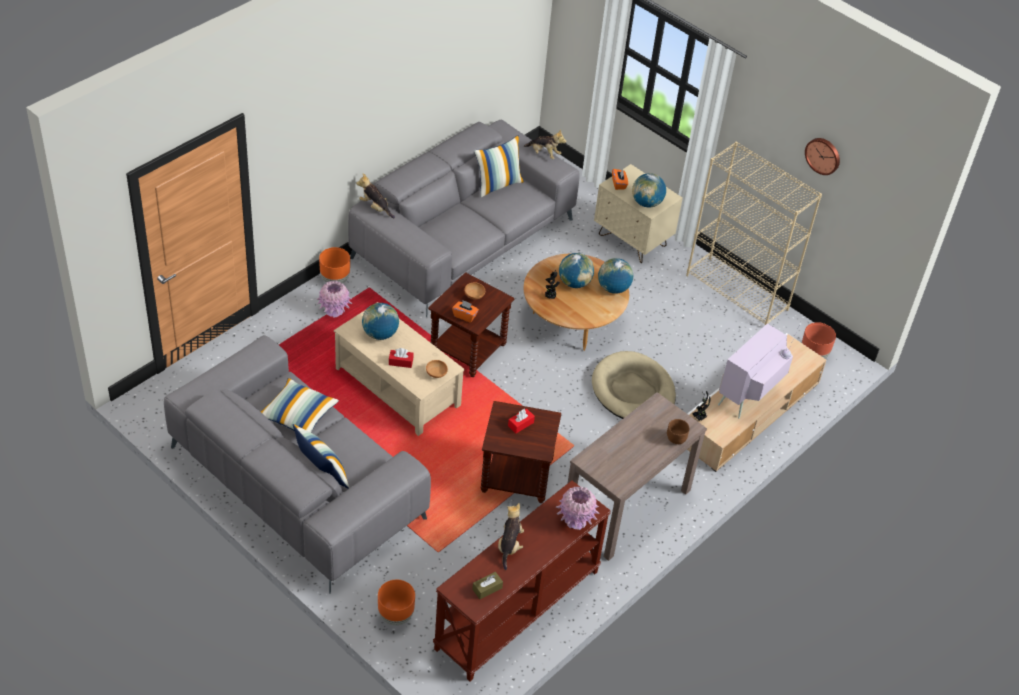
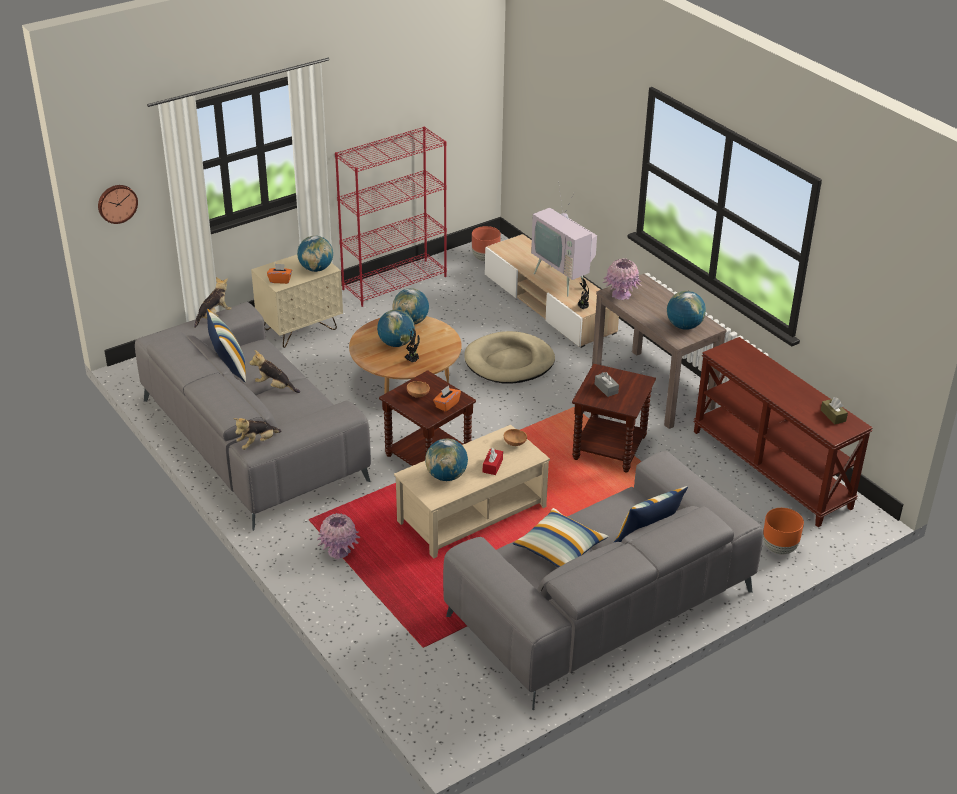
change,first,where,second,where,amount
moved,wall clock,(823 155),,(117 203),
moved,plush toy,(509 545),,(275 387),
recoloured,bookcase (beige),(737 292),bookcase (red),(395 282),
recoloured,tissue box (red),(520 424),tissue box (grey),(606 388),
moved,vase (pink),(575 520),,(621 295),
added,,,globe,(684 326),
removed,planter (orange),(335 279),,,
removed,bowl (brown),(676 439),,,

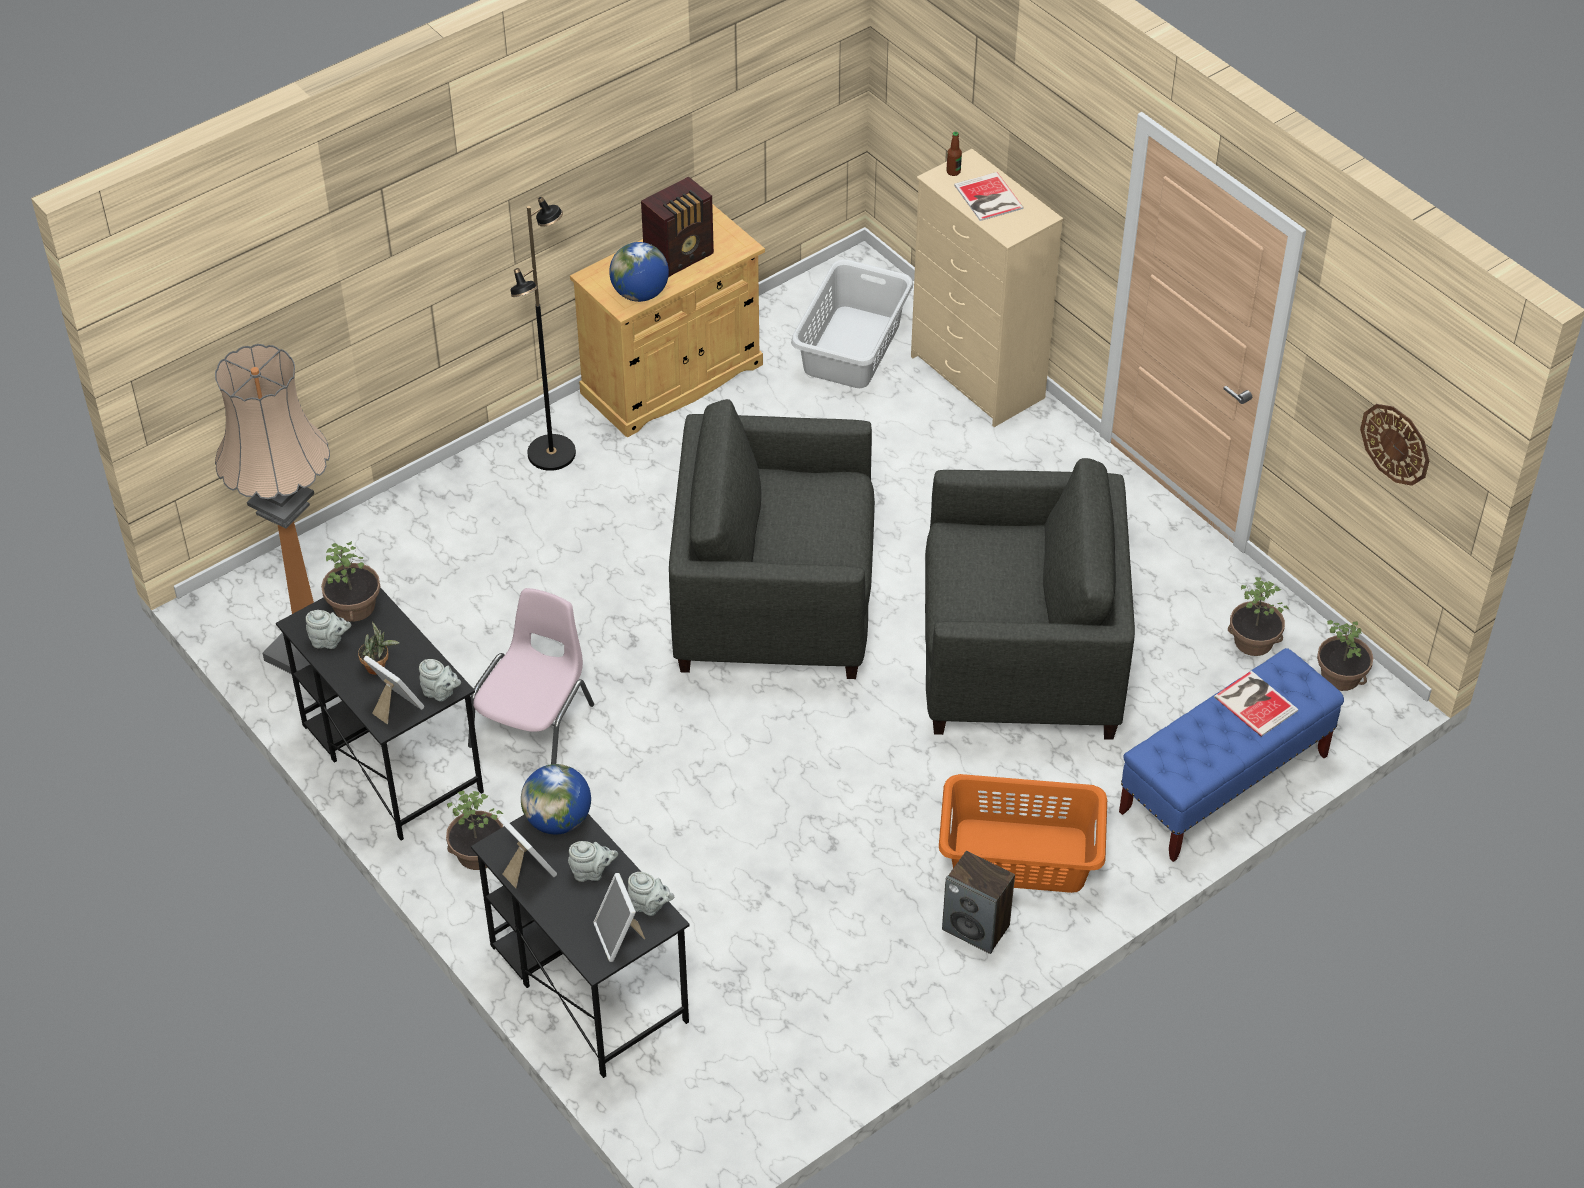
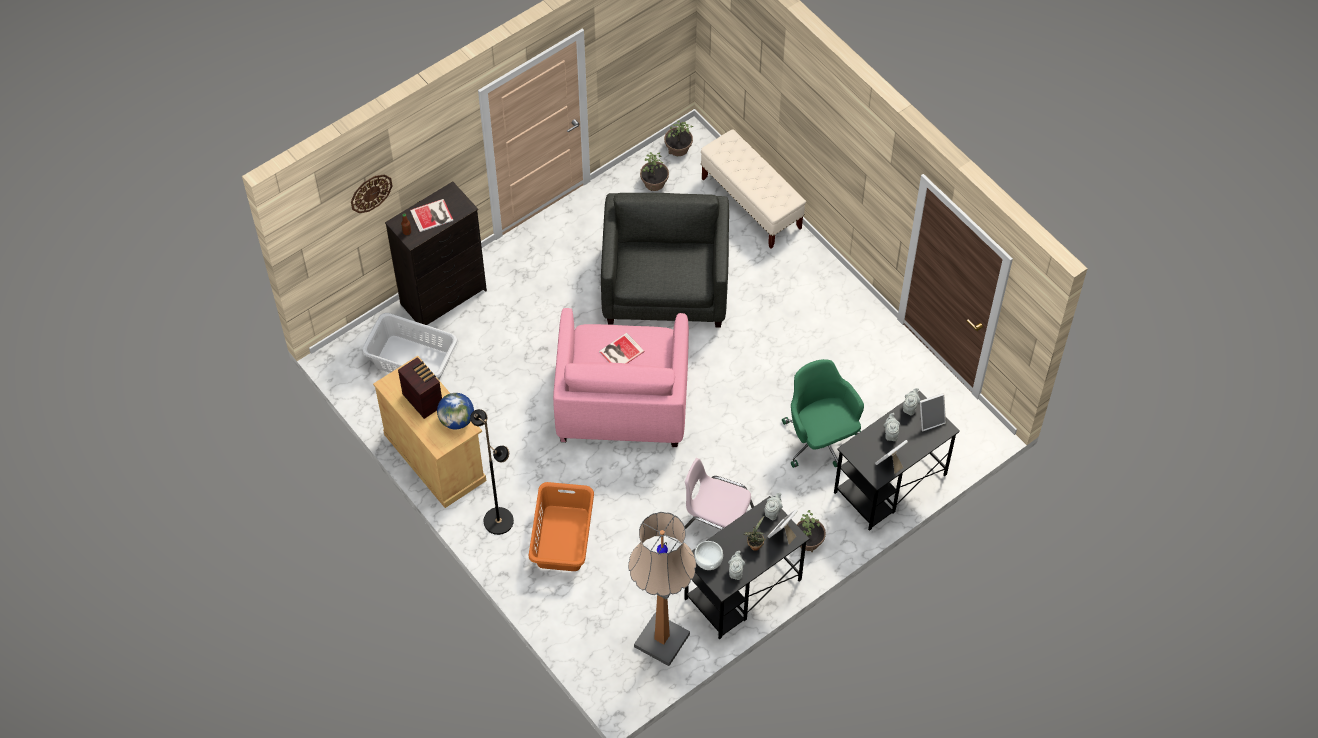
change,first,where,second,where,amount
moved,wall clock,(1395 443),,(371 193),
recoloured,dresser (beige),(977 378),dresser (black),(444 297),
moved,laundry basket (orange),(1019 855),,(562 538),
recoloured,armchair (grey),(775 599),armchair (pink),(622 401),
moved,book,(1255 702),,(620 351),
replaced,potted plant,(355 606),bowl (white),(708 561),
recoloured,bench (blue),(1223 784),bench (beige),(751 204),
added,,,office chair (green),(820 440),
removed,globe,(558 820),,,
removed,speaker,(976 928),,,

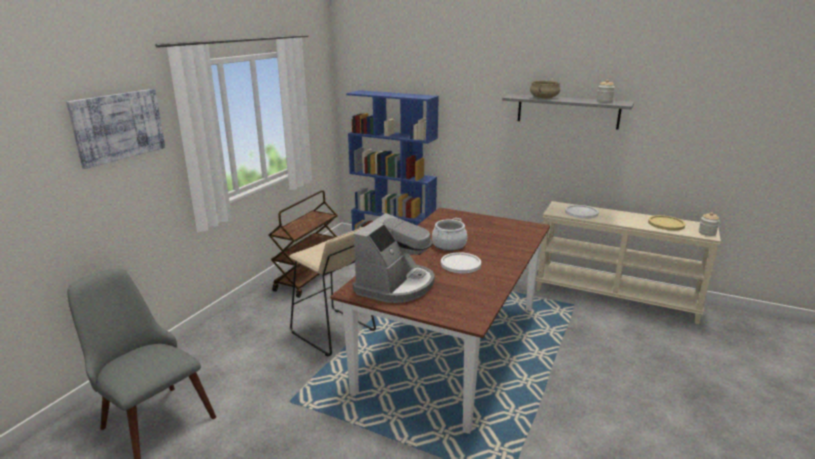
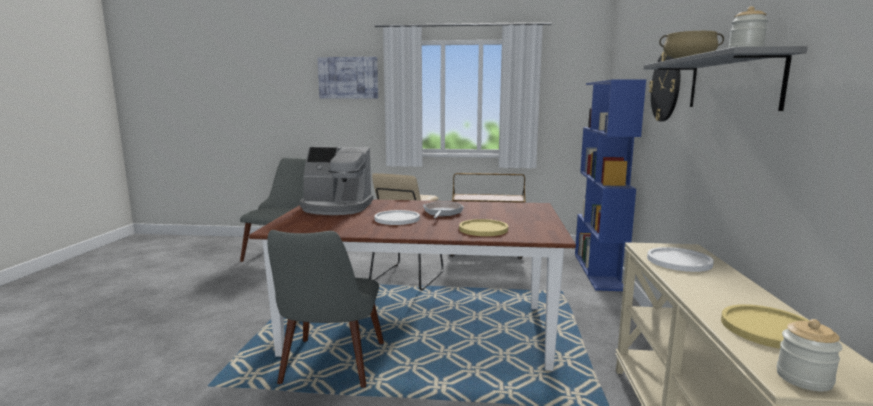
change,first,where,second,where,amount
added,,,chair (grey),(329 370),
replaced,cooking pot,(449 245),frying pan,(442 213),
added,,,plate (yellow),(483 229),
added,,,wall clock,(666 86),

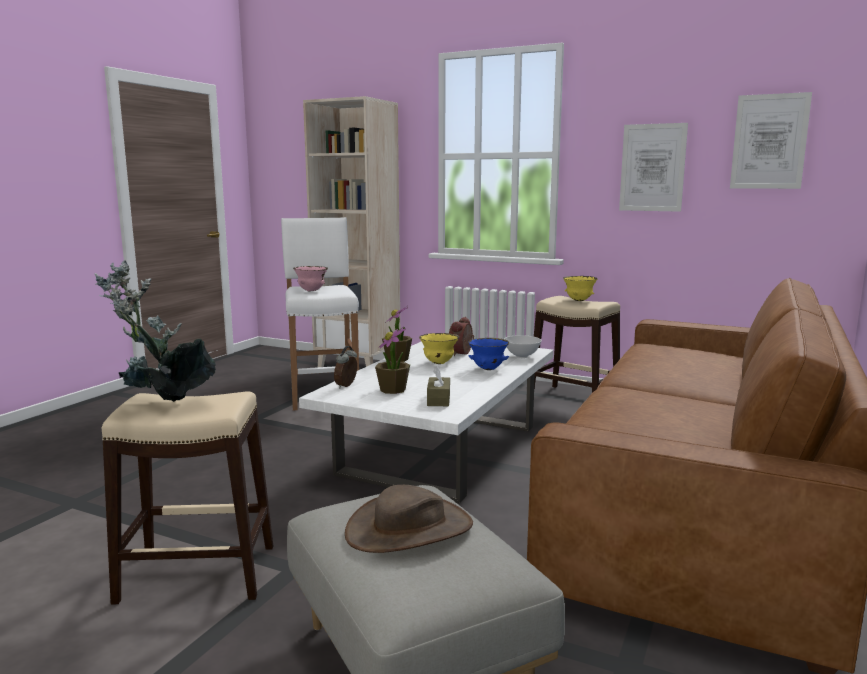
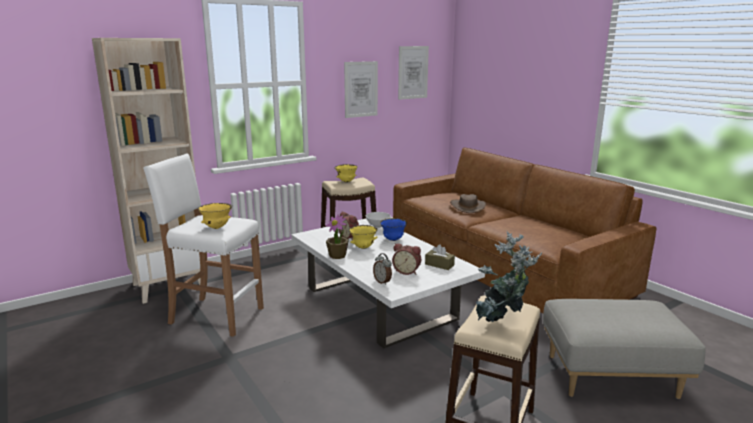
change,first,where,second,where,amount
recoloured,bowl (pink),(311 291),bowl (yellow),(217 227),
replaced,potted plant,(393 390),alarm clock,(407 271),
moved,hat (brown),(409 529),,(468 206),

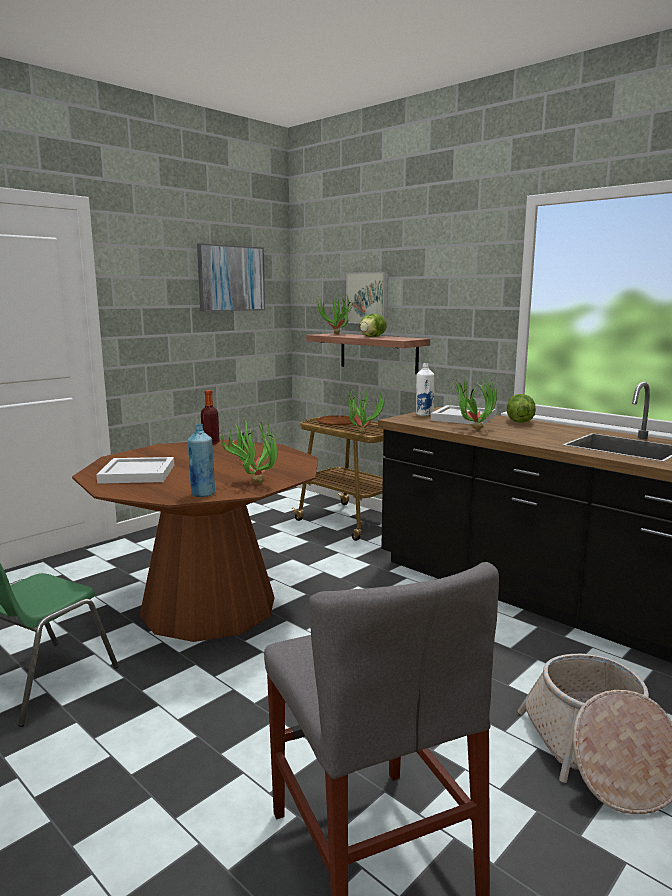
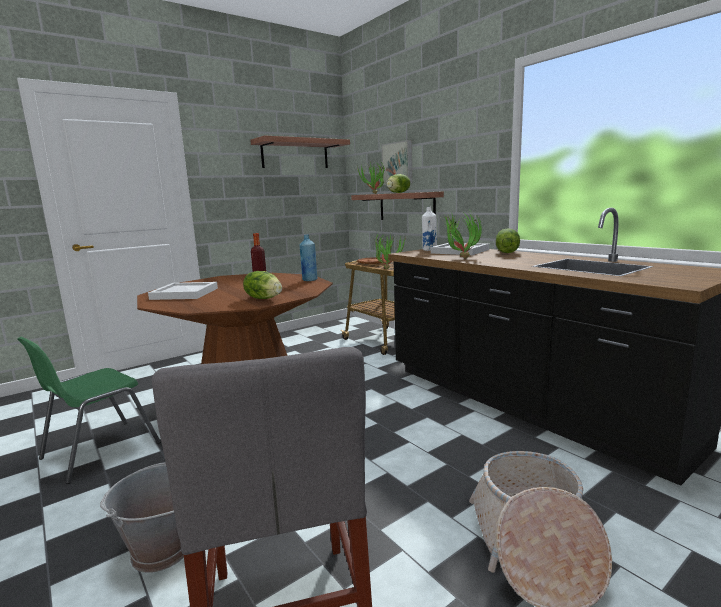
change,first,where,second,where,amount
added,,,bucket (grey),(161 550),
replaced,potted plant,(252 482),lettuce,(264 298),
replaced,picture,(231 278),shelf,(295 154),
moved,bottle (blue),(203 494),,(309 280),

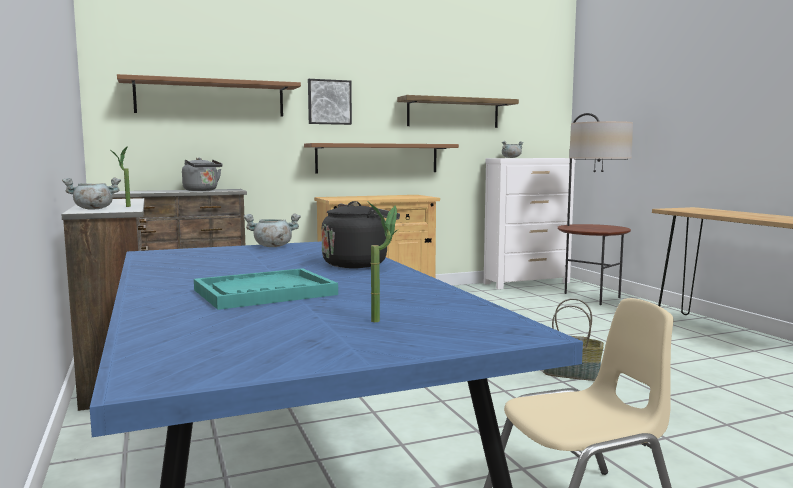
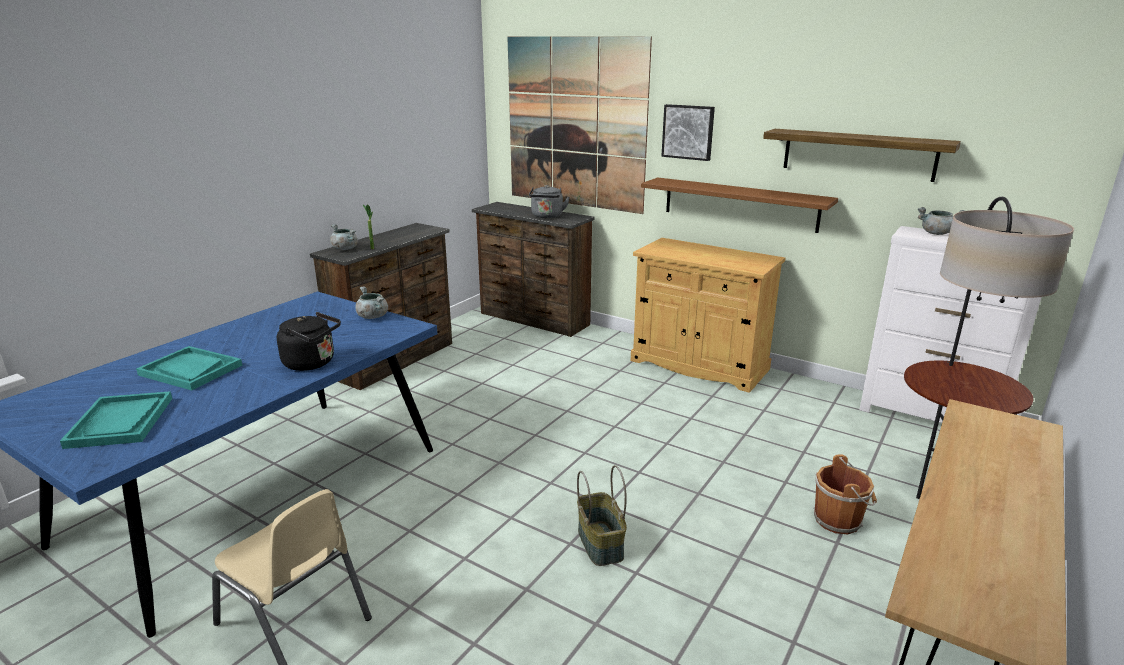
change,first,where,second,where,amount
replaced,potted plant,(383 319),tray (turquoise),(121 422),
replaced,shelf (brown),(211 98),picture,(575 123),
added,,,bucket (brown),(839 520),

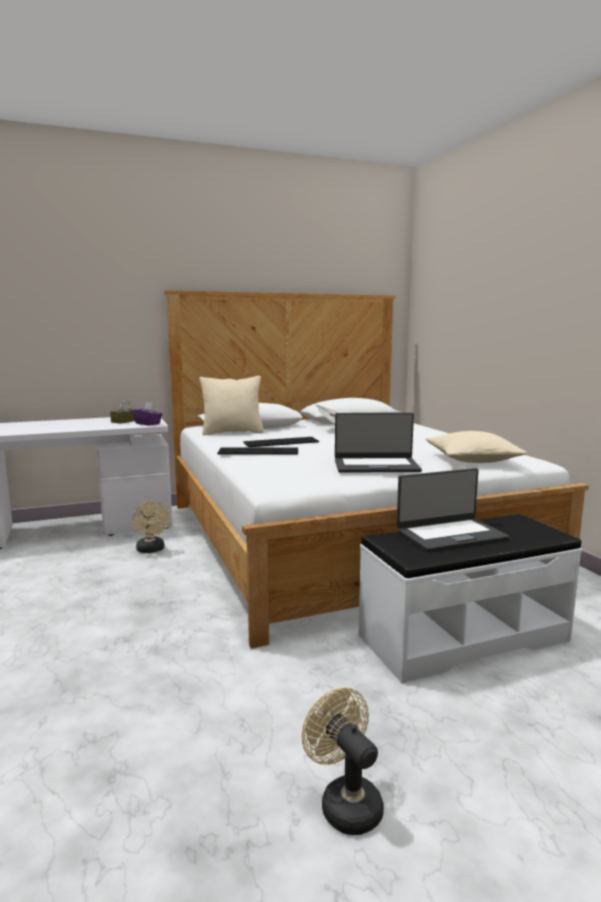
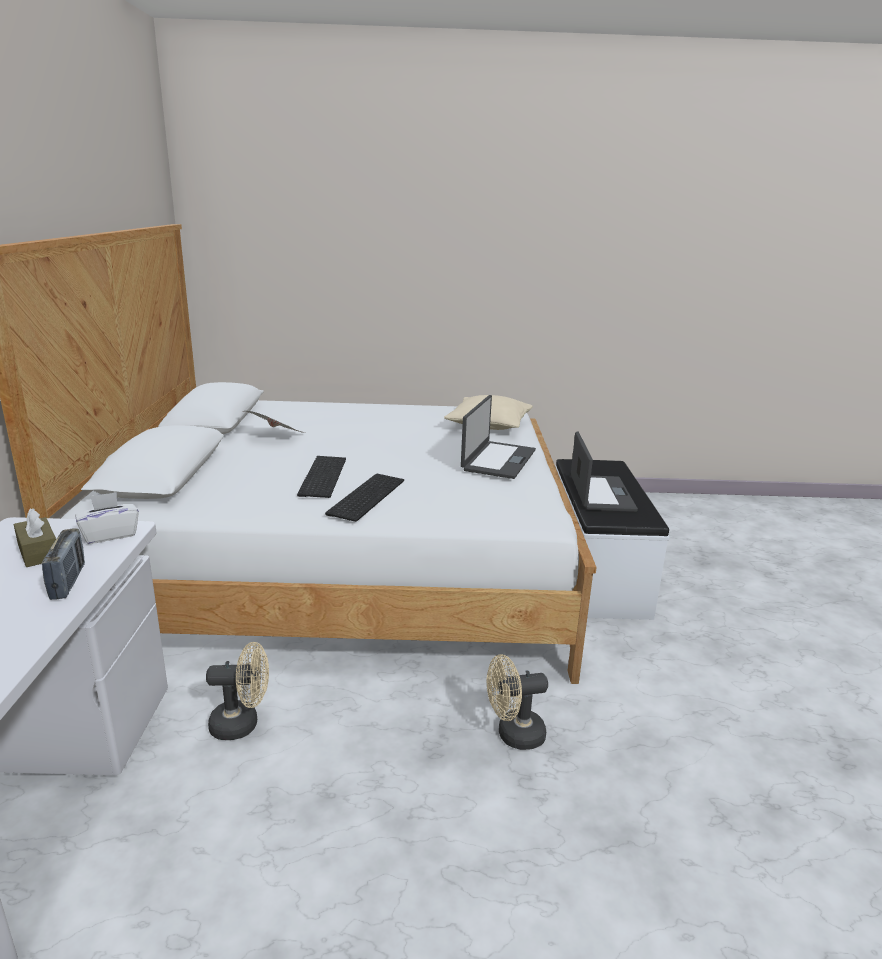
change,first,where,second,where,amount
added,,,radio,(68 582),
recoloured,tissue box (purple),(148 424),tissue box (white),(110 535),
moved,fan (beige),(345 802),,(513 735),
removed,pillow (beige),(232 432),,,

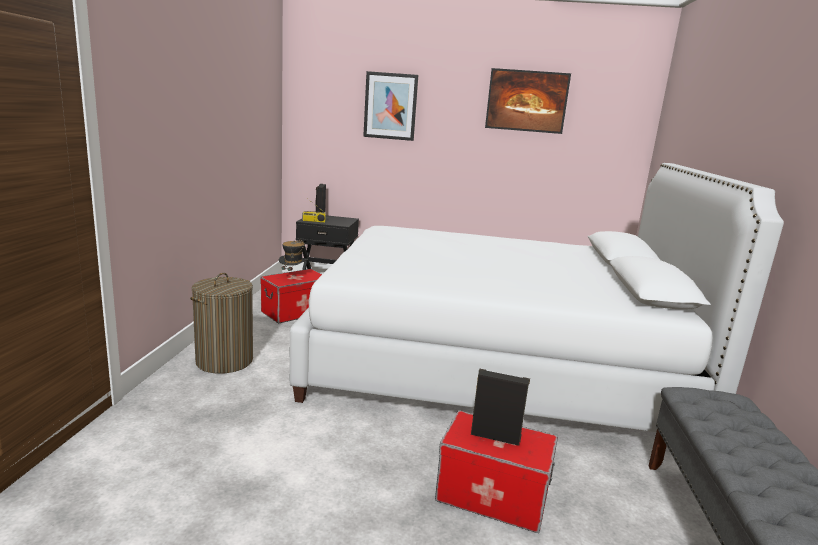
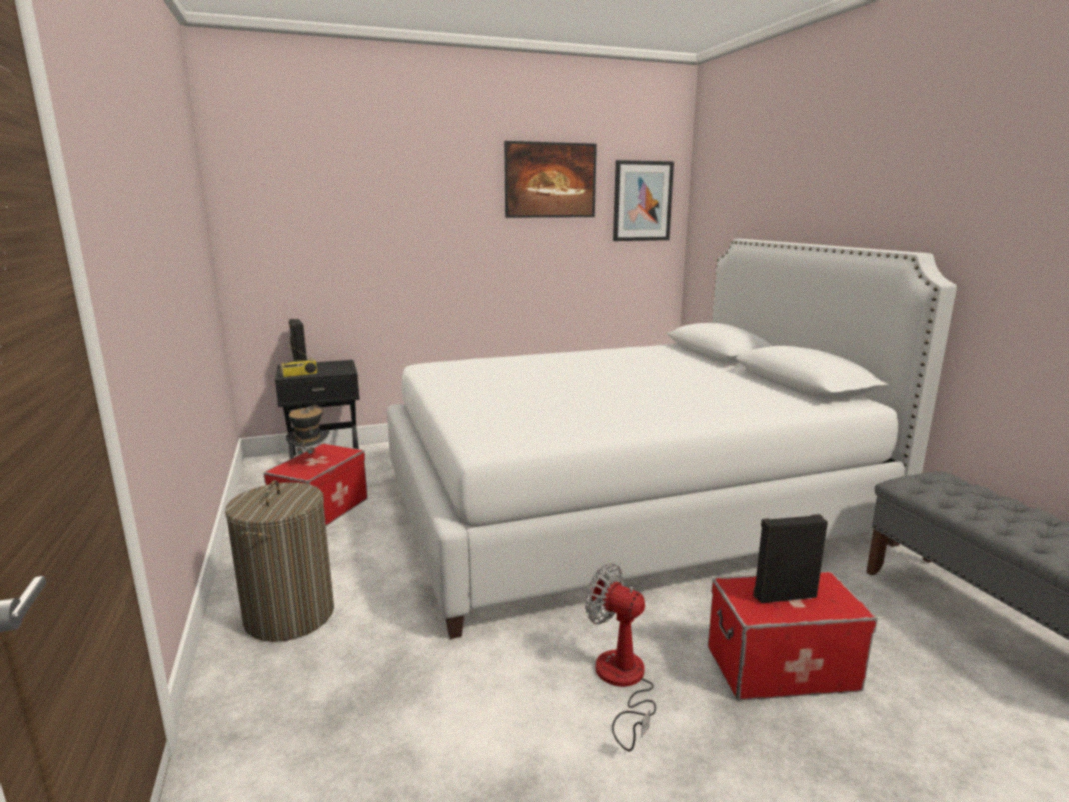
change,first,where,second,where,amount
added,,,fan,(622 683),
moved,picture,(390 106),,(642 201),

